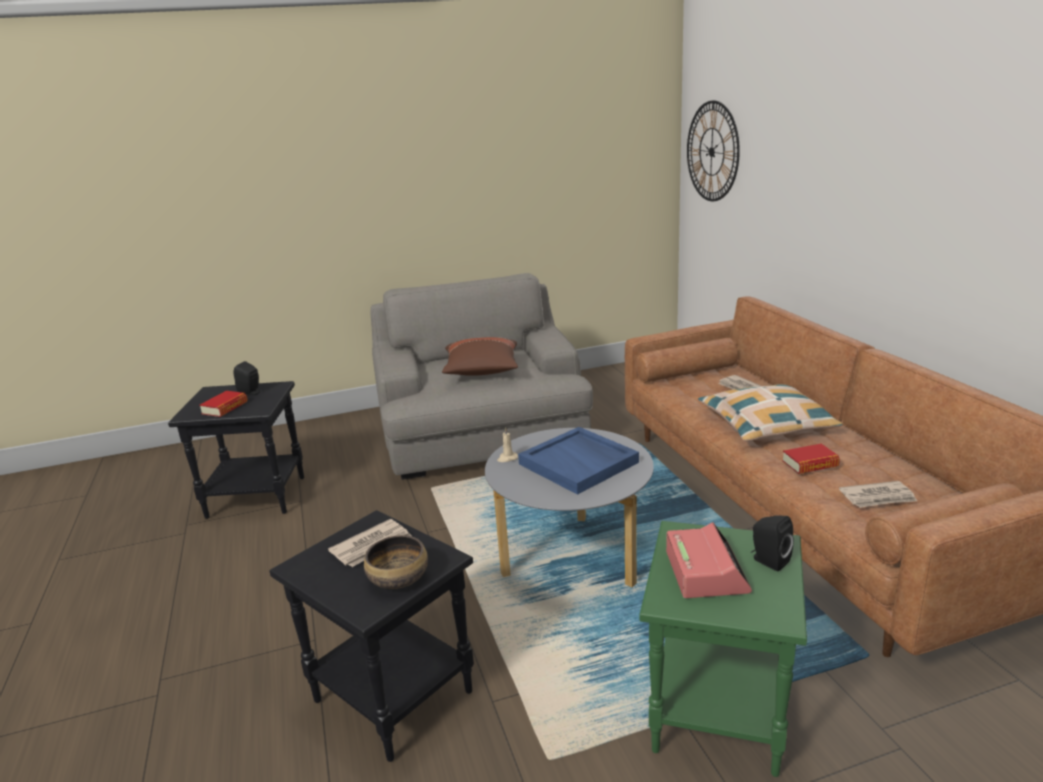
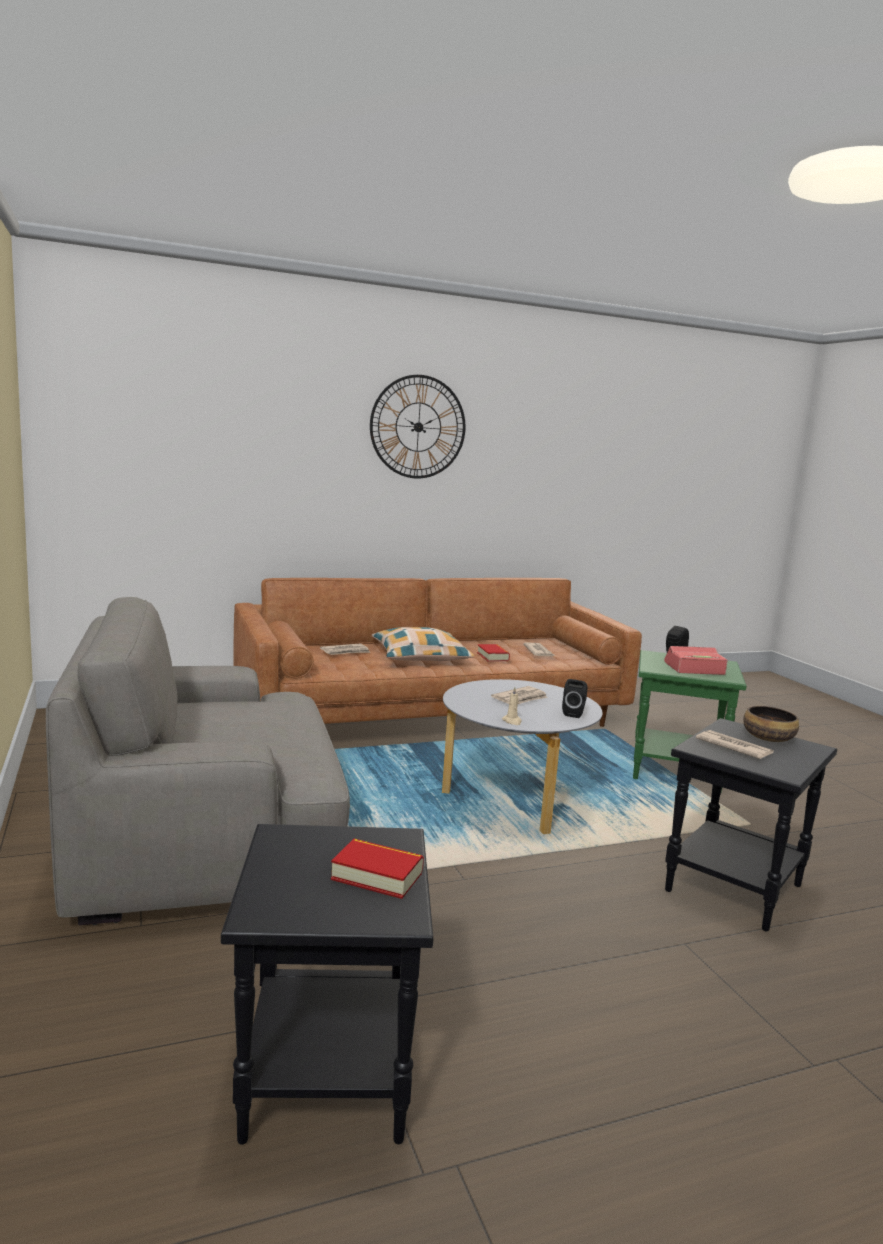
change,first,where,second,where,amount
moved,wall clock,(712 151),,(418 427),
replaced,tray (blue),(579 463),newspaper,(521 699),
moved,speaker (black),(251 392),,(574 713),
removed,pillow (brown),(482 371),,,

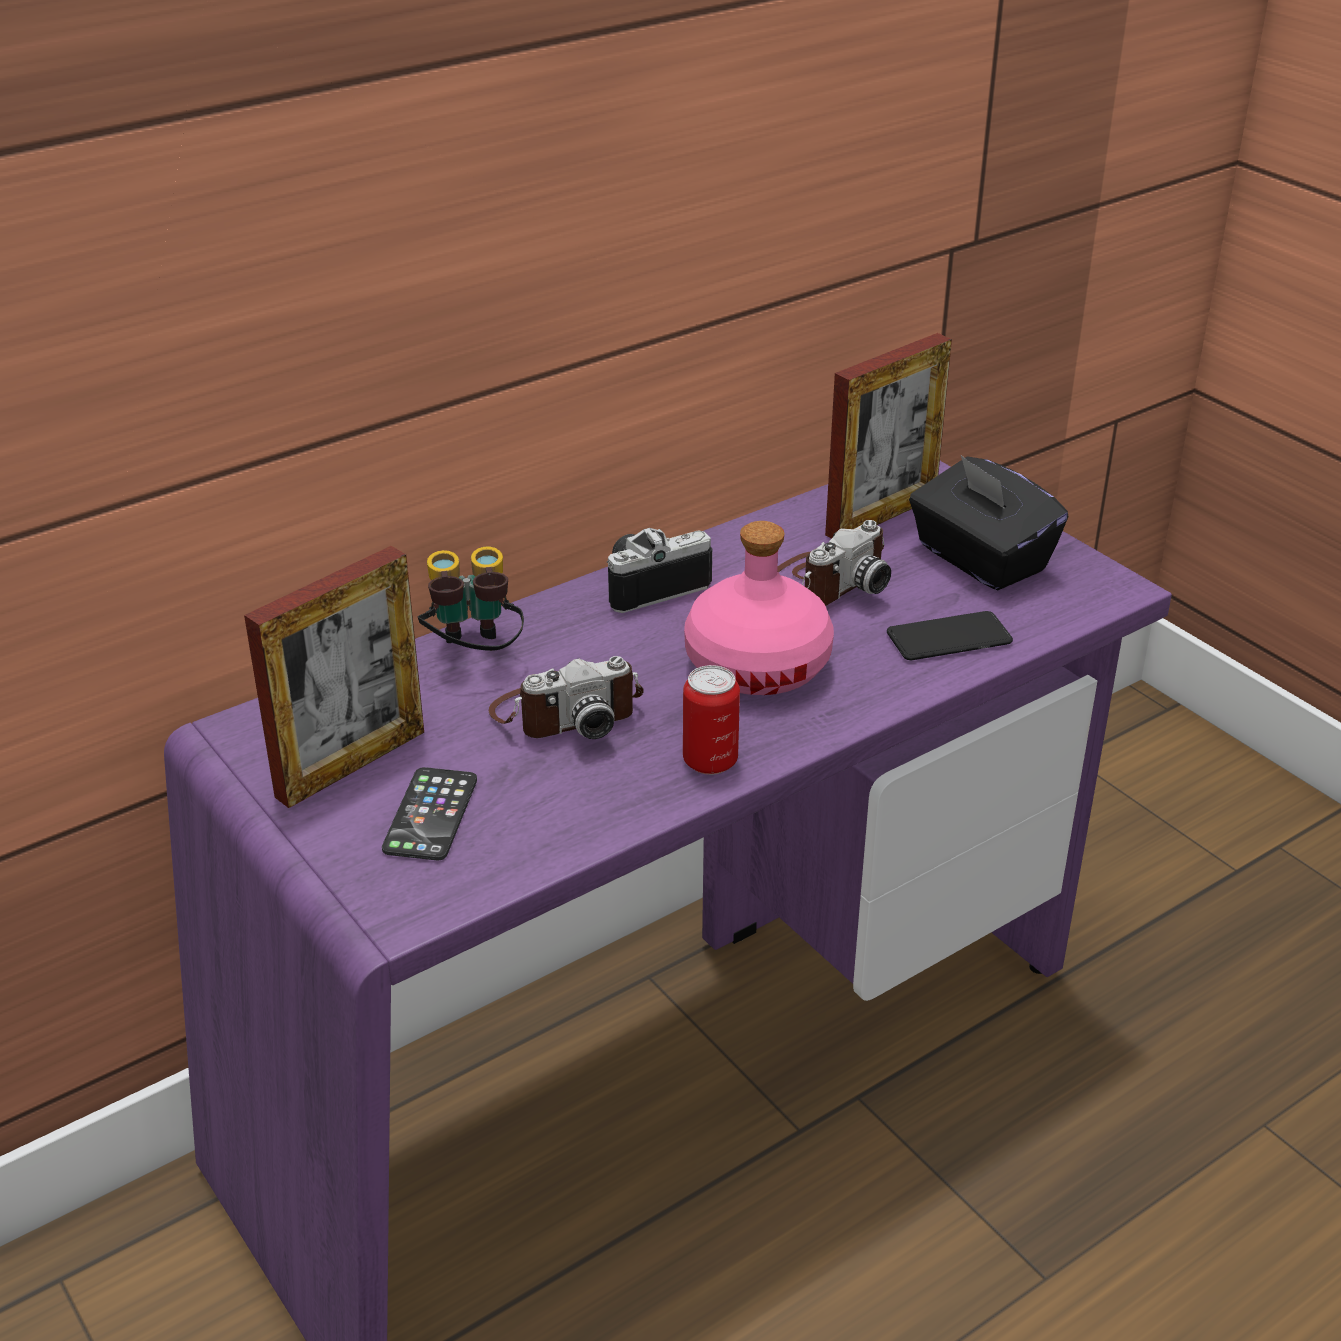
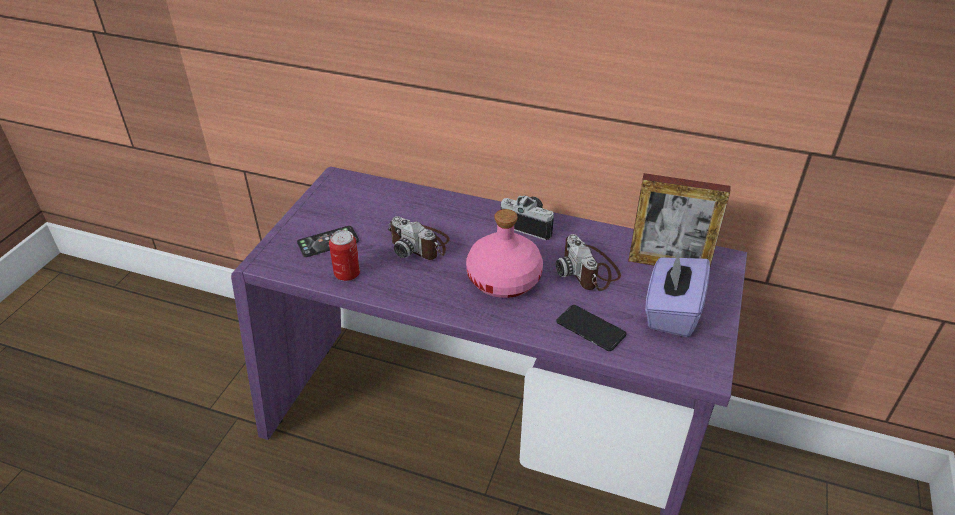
change,first,where,second,where,amount
moved,can,(710 761),,(347 274),
turned,photo camera,(822 583),,(589 270),60 degrees clockwise
recoloured,tissue box (black),(980 559),tissue box (purple),(671 311),
removed,picture frame,(351 764),,,
removed,binoculars,(473 655),,,

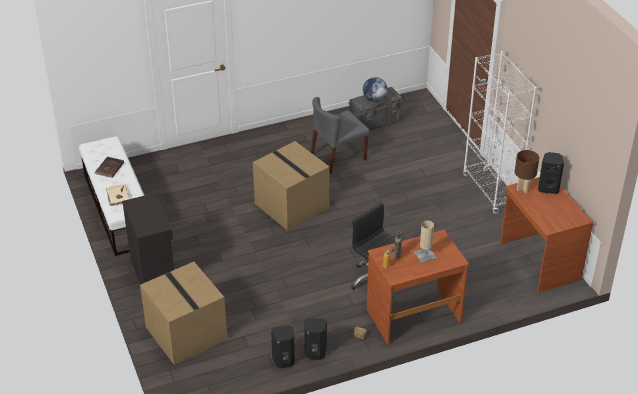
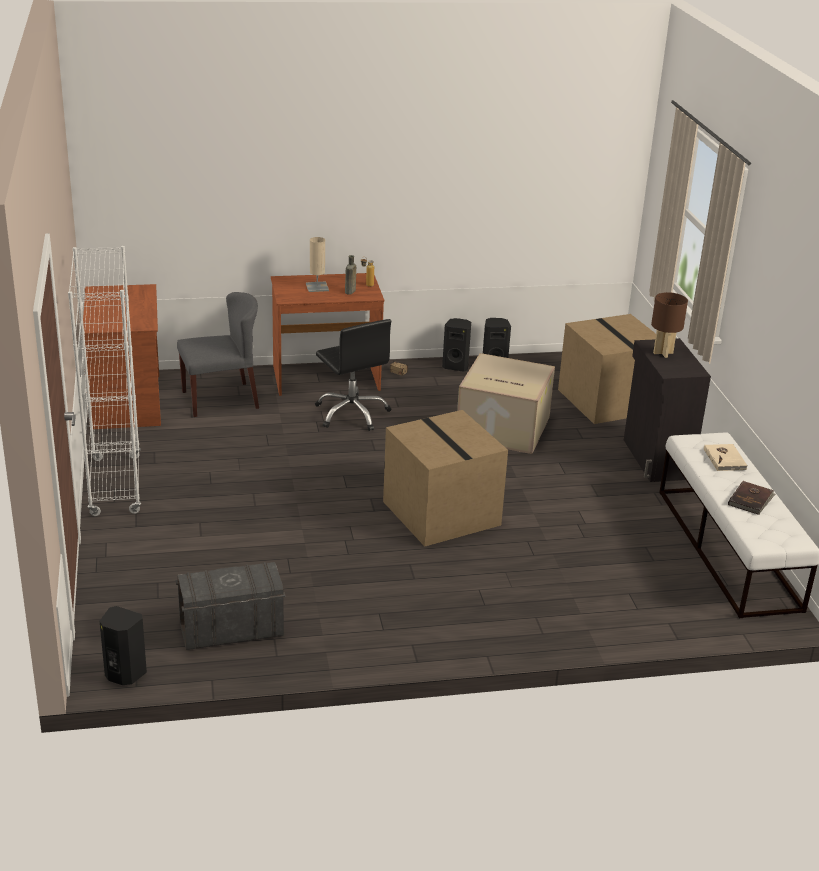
change,first,where,second,where,amount
moved,speaker (black),(548 188),,(124 674),
moved,chair (grey),(338 157),,(221 399),
added,,,cardboard box,(501 428),
moved,table lamp (brown),(523 189),,(663 353),
removed,globe,(374 99),,,

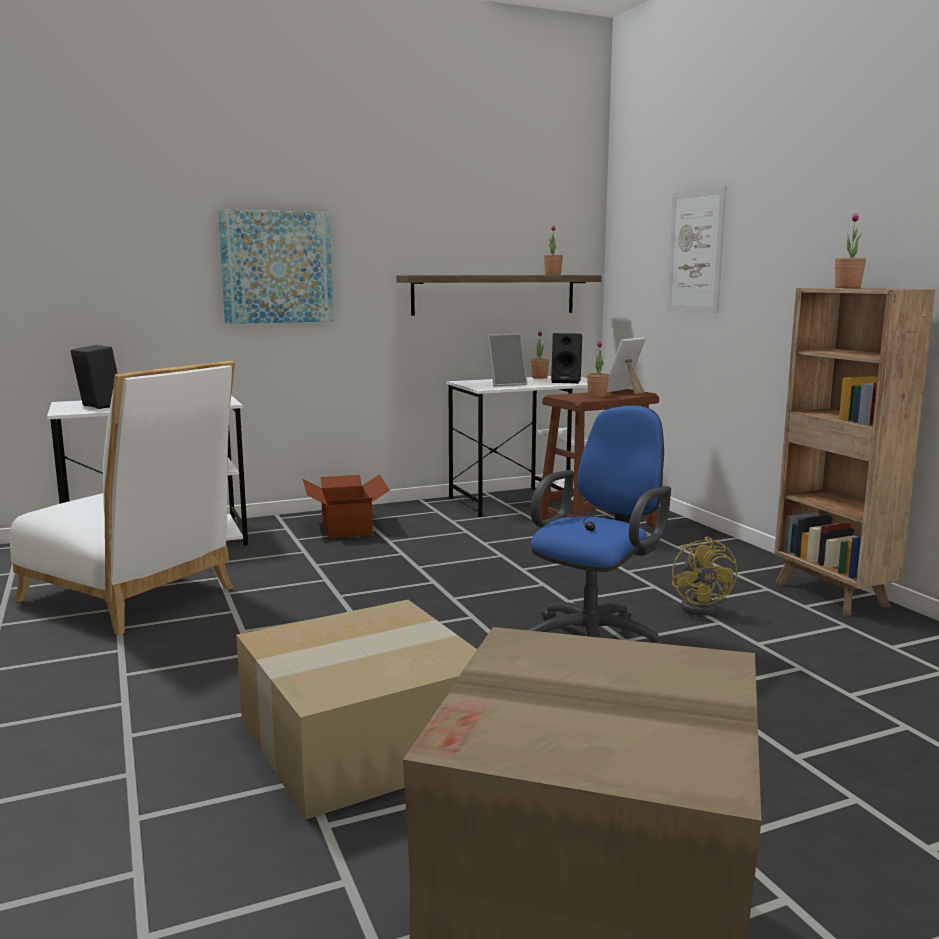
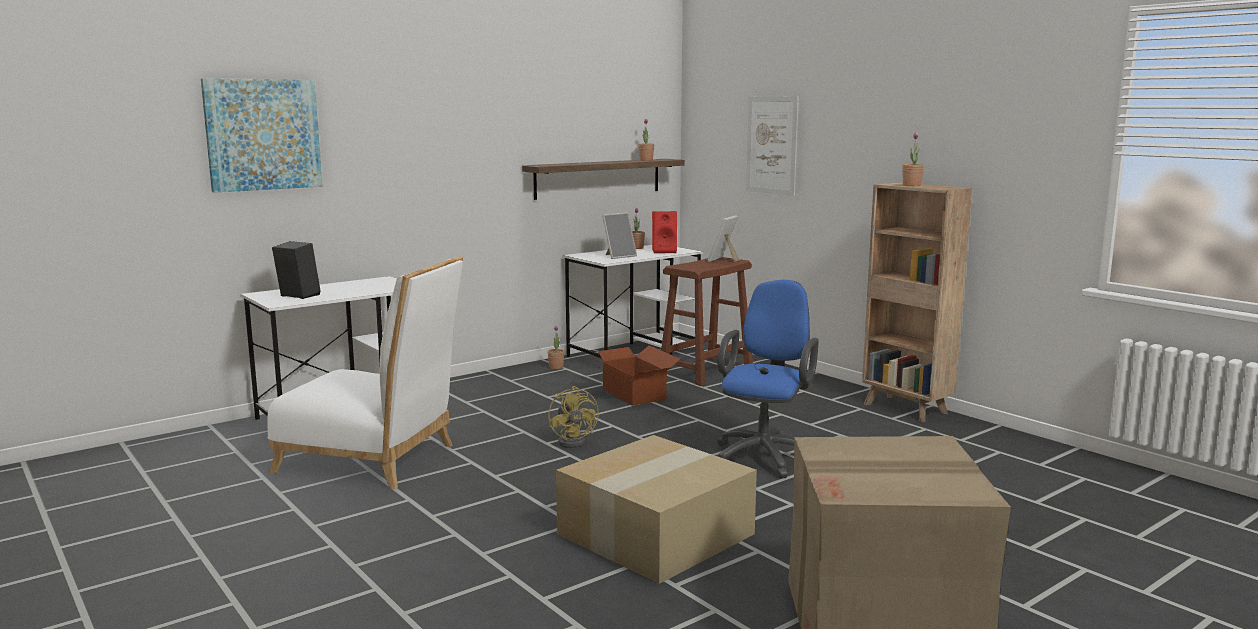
change,first,where,second,where,amount
moved,picture,(276 267),,(263 134),
moved,potted plant,(597 396),,(556 367),
moved,fan (yellow),(703 607),,(575 441),
moved,cardboard box,(345 527),,(633 394),
recoloured,speaker (black),(567 381),speaker (red),(665 251),

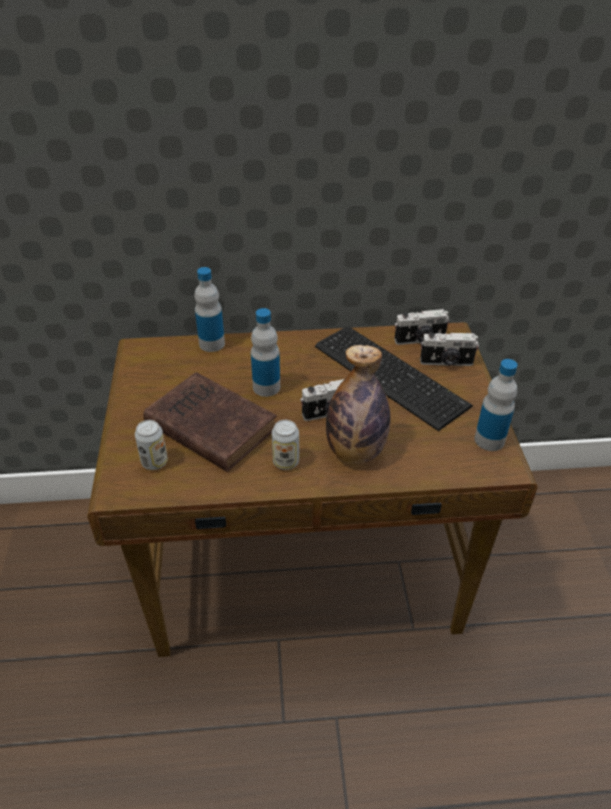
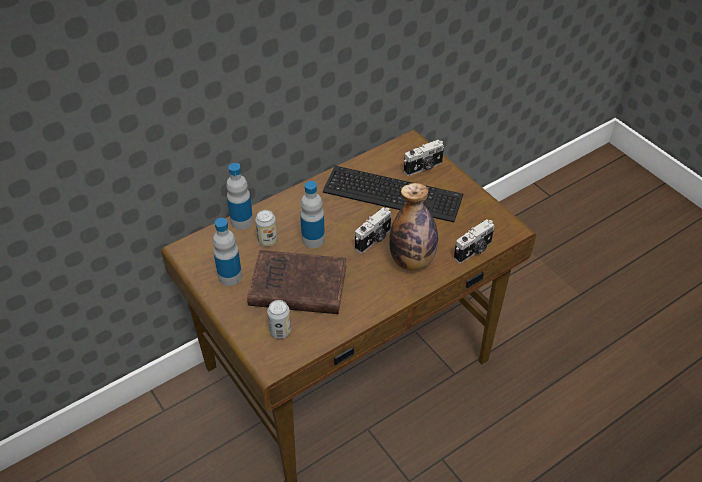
change,first,where,second,where,amount
moved,bottle,(489 440),,(230 276),
moved,can,(286 462),,(267 240),
moved,photo camera,(420 340),,(474 251),

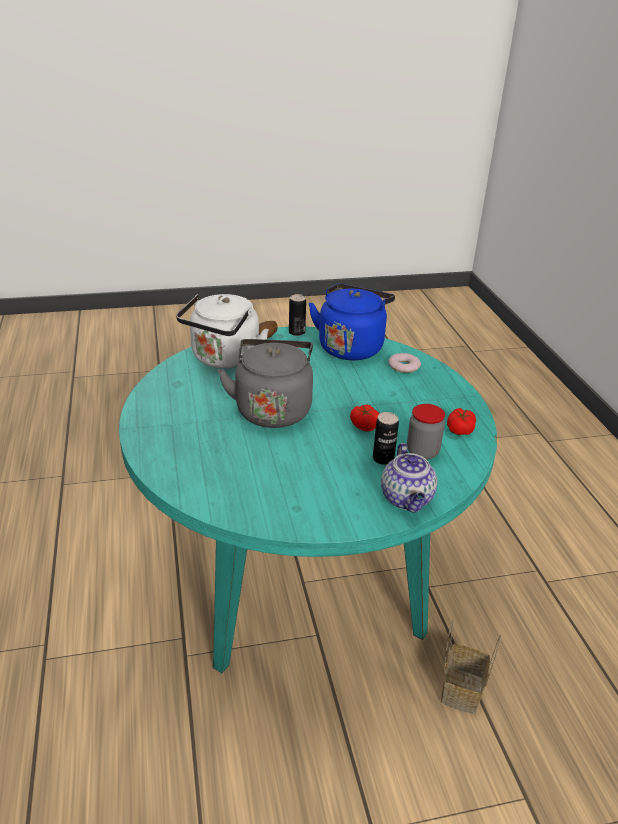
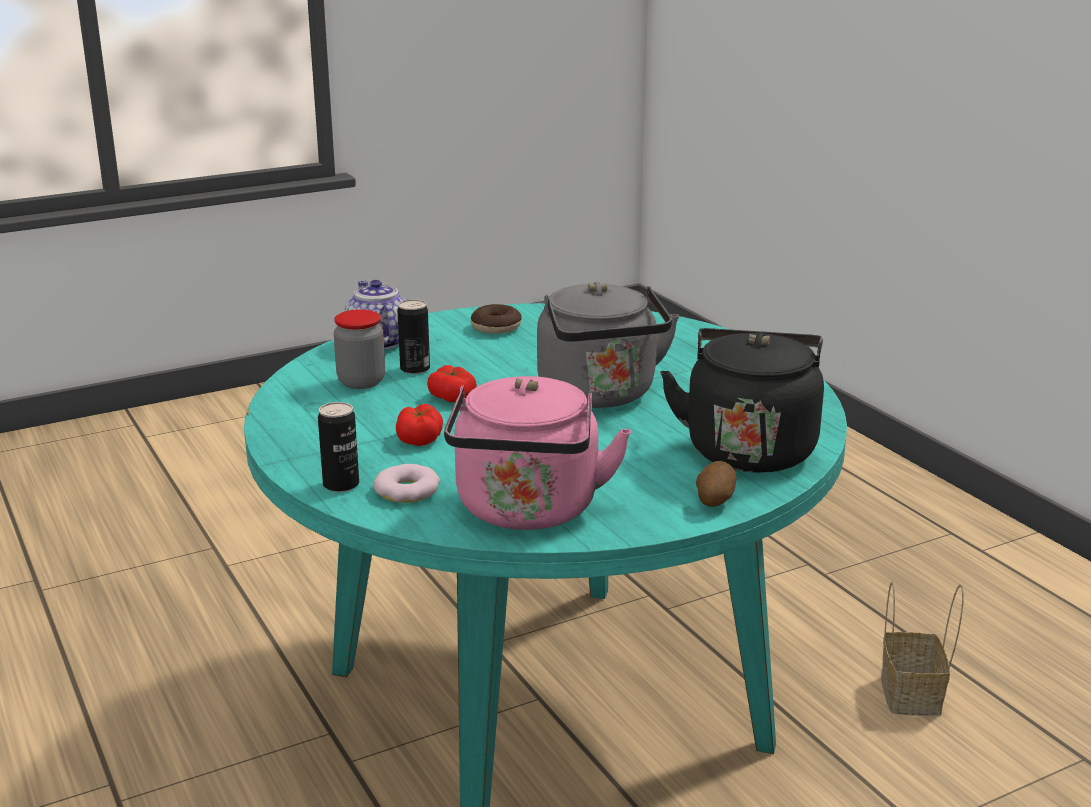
change,first,where,second,where,amount
moved,can,(296 332),,(341 485),
moved,tomato,(460 429),,(420 438),
recoloured,kettle (blue),(351 347),kettle (pink),(528 512),
added,,,donut,(496 327),
recoloured,kettle (white),(223 359),kettle (black),(749 448),
moved,basket,(461 688),,(912 696),

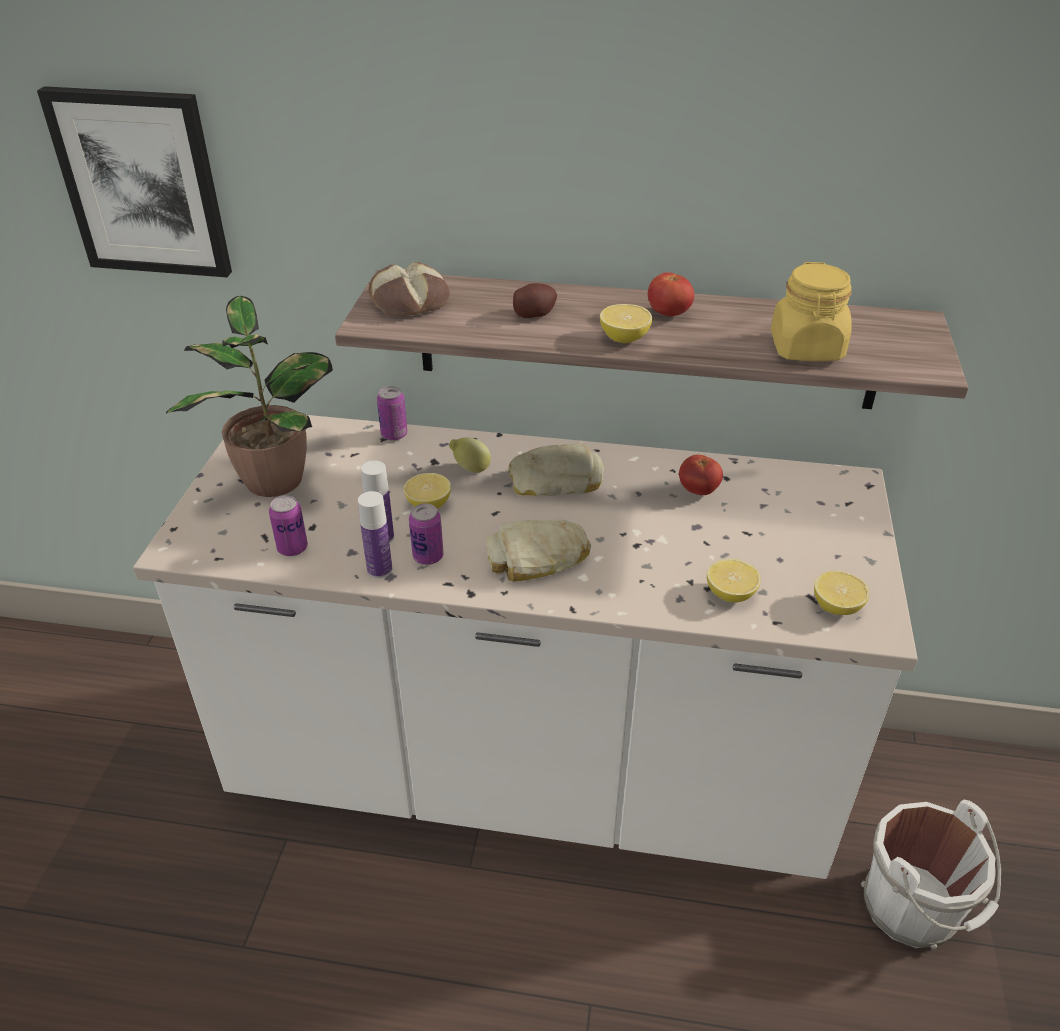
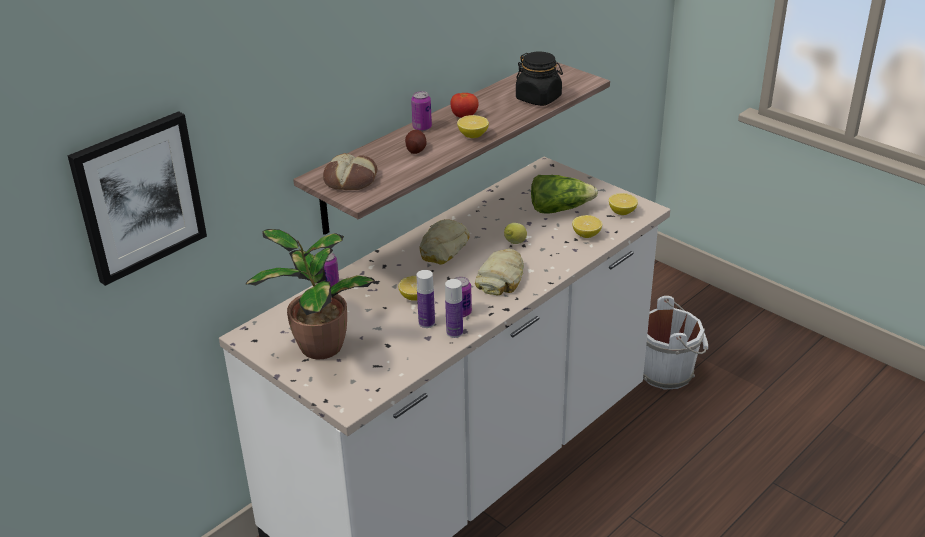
change,first,where,second,where,amount
moved,can,(292 548),,(422 127),
moved,lemon,(470 469),,(514 243),
recoloured,jar (yellow),(806 348),jar (black),(538 98),
added,,,lettuce,(559 209),
removed,tomato,(698 490),,,

